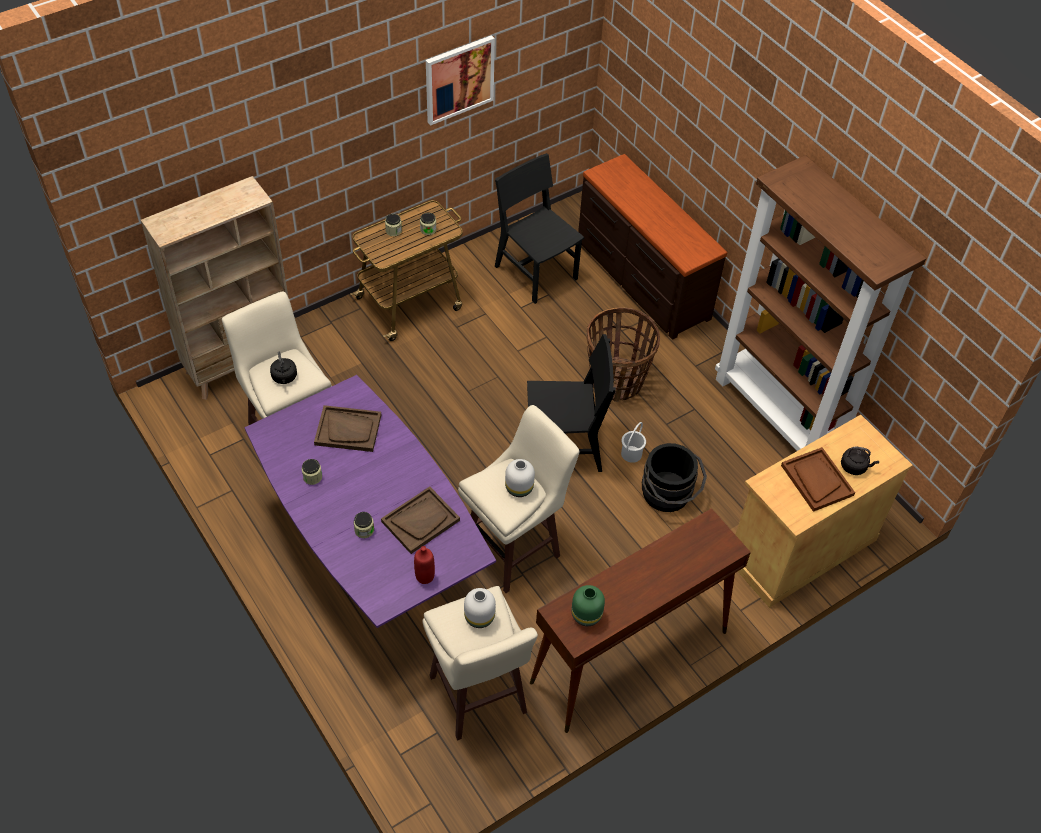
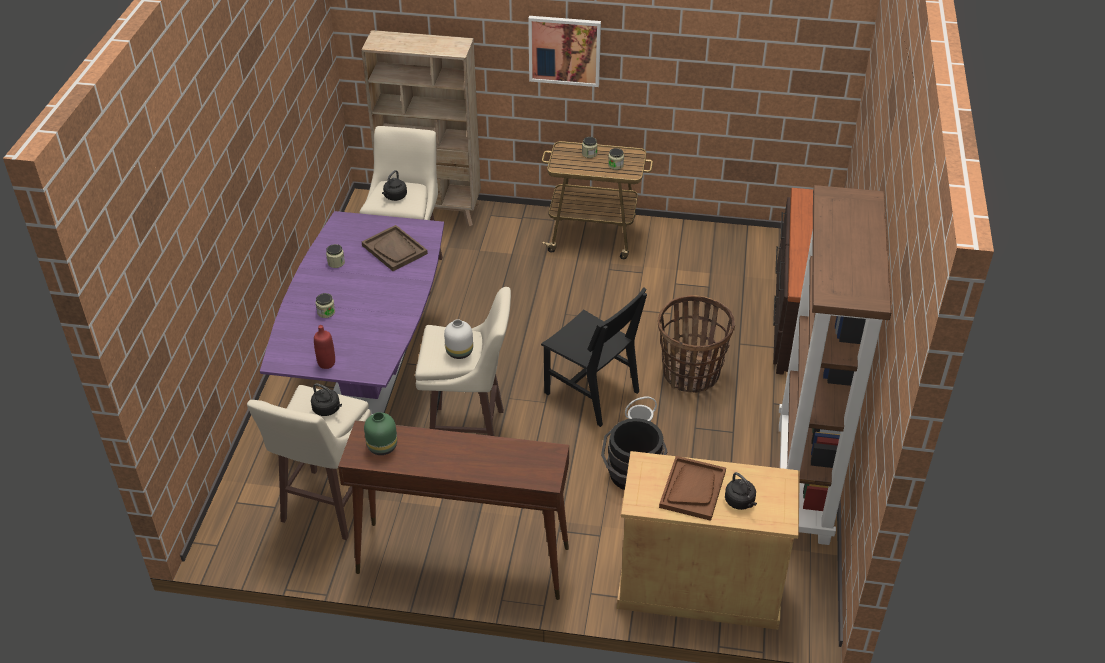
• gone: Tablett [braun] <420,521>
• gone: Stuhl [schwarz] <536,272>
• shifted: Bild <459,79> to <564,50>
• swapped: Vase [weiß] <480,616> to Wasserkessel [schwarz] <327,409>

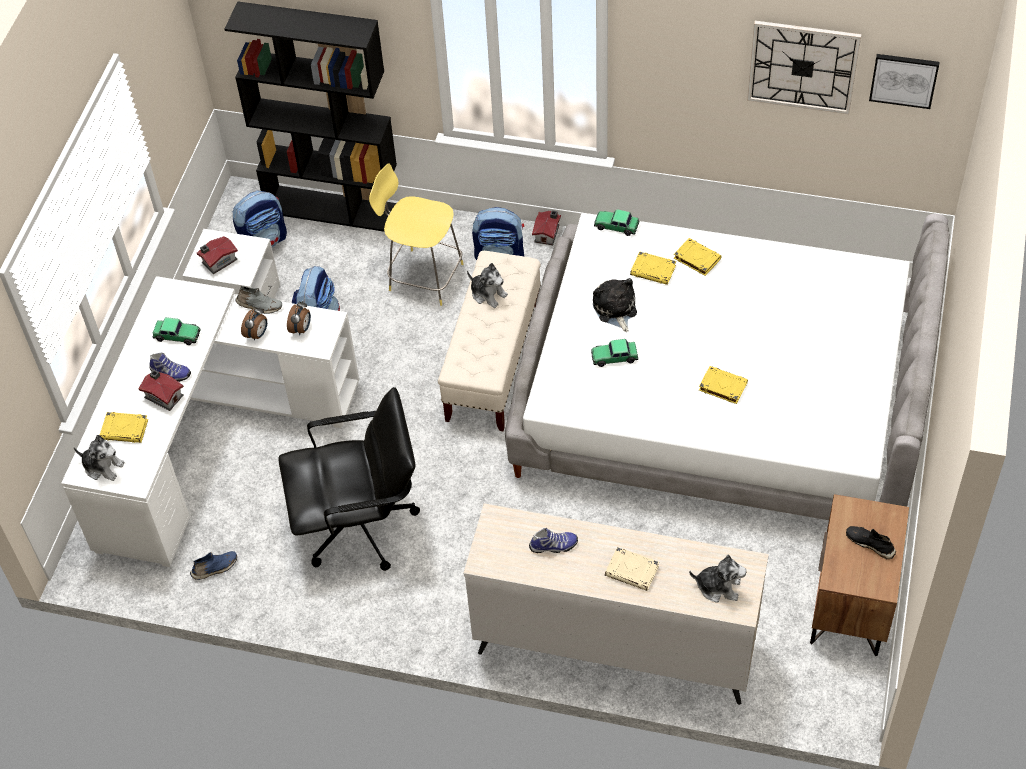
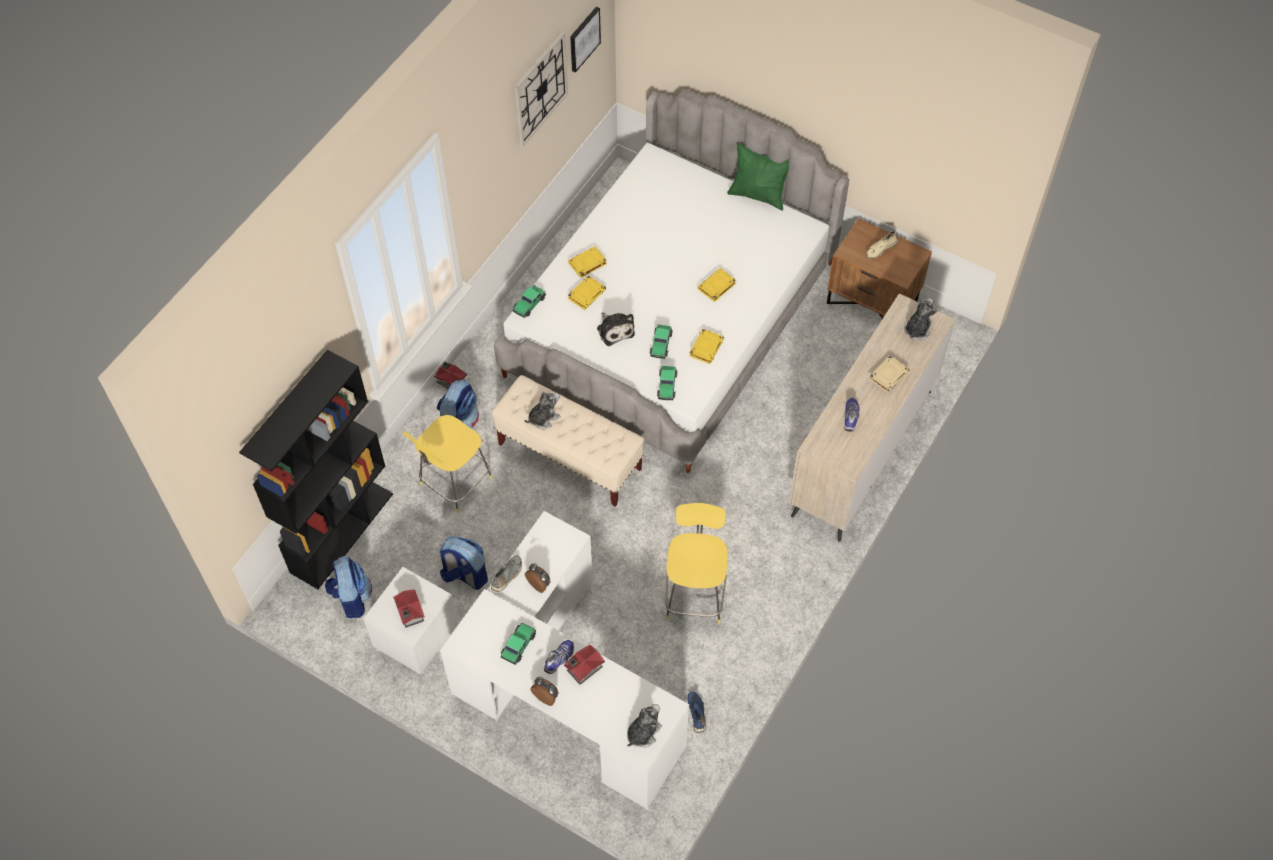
• new: Spielzeugauto <667,385>
• new: Kissen [grün] <758,195>
• shifted: Buch [gelb] <125,429> to <706,347>
• shifted: Wecker <301,329> to <546,696>
• swapped: Bürostuhl [schwarz] <360,526> to Hocker [gelb] <695,594>
• repainted: Schuh [schwarz] <870,543> to Schuh [beige] <881,248>
• rotated: Plüschtier <615,309> = <615,330> 120 degrees counterclockwise

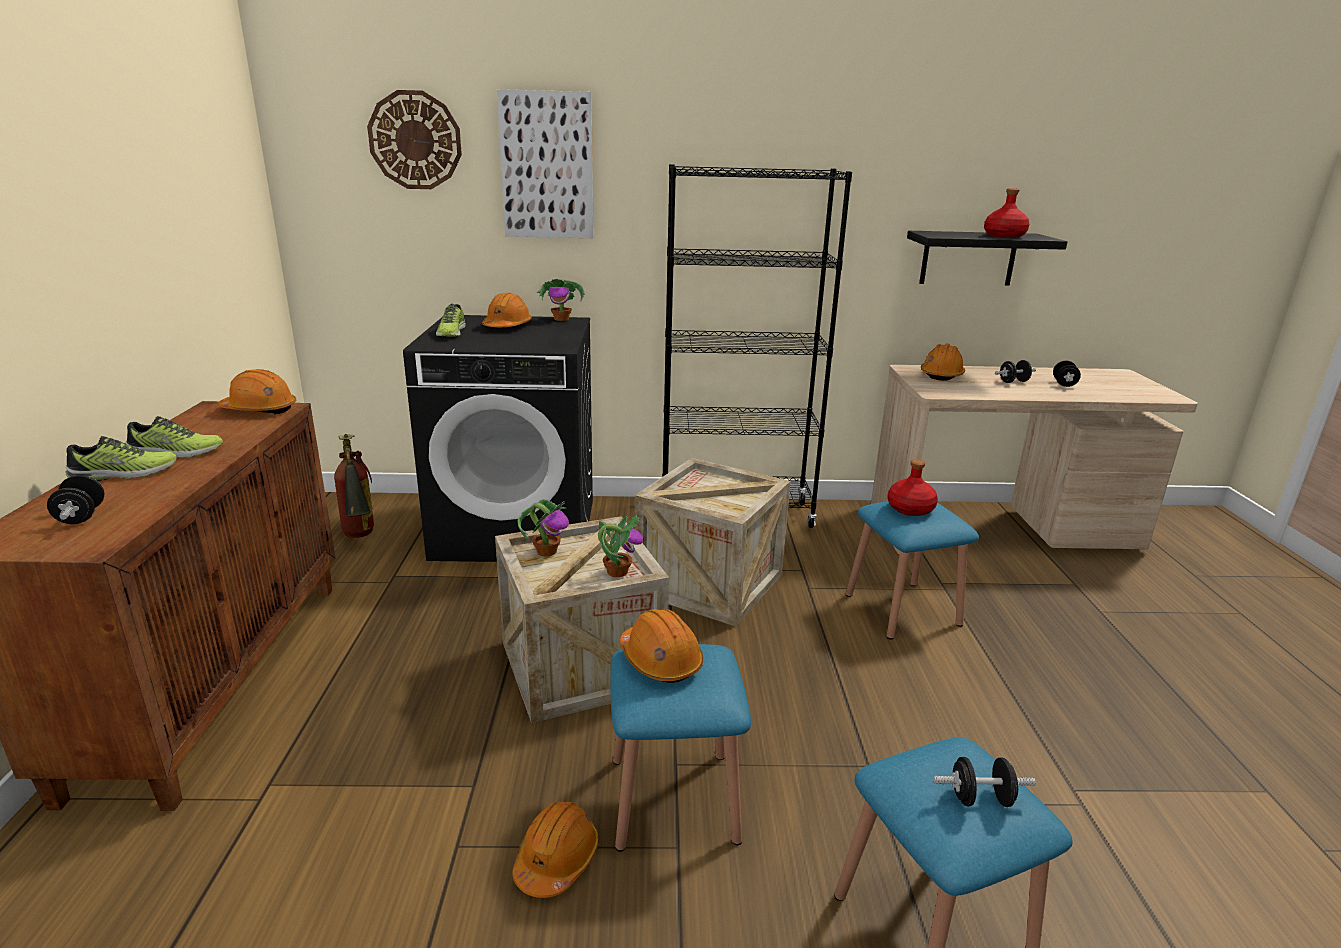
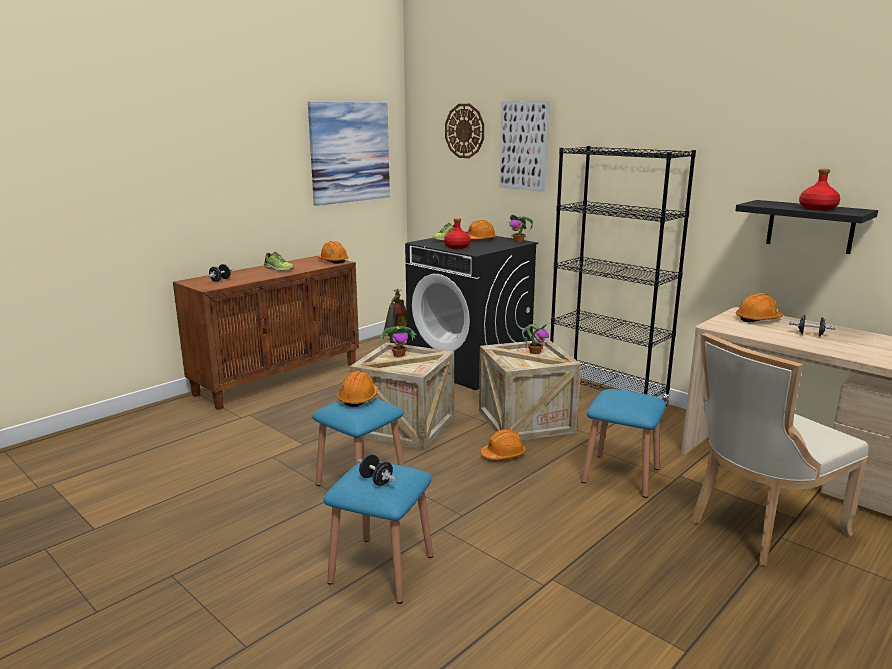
• gone: Schuh <124,474>
• gone: Hantel [schwarz] <1064,384>
• new: Bild <350,152>
• new: Stuhl [beige] <760,527>
• shifted: Schutzhelm [orange] <557,859> to <503,455>
• shifted: Topfpflanze <617,571> to <535,352>
• shifted: Flasche [rot] <911,509> to <457,247>

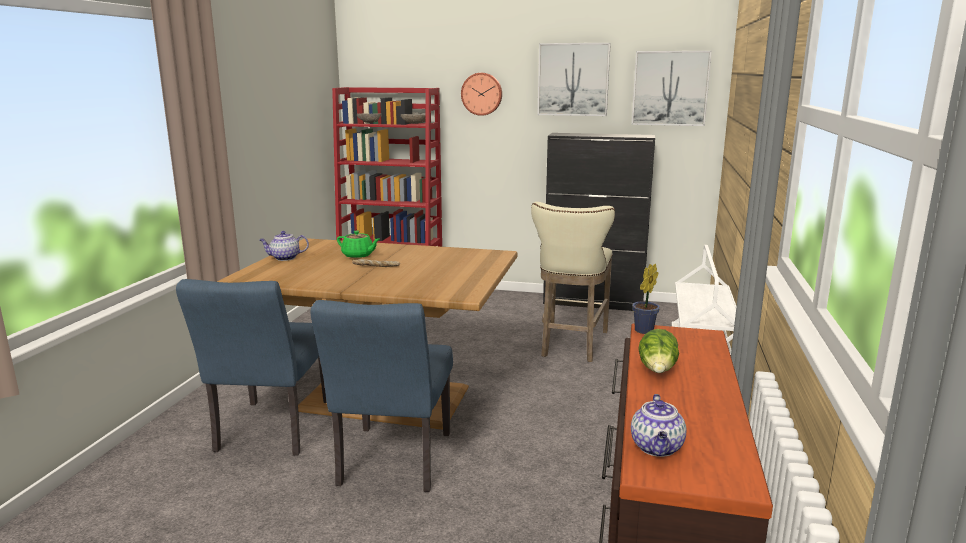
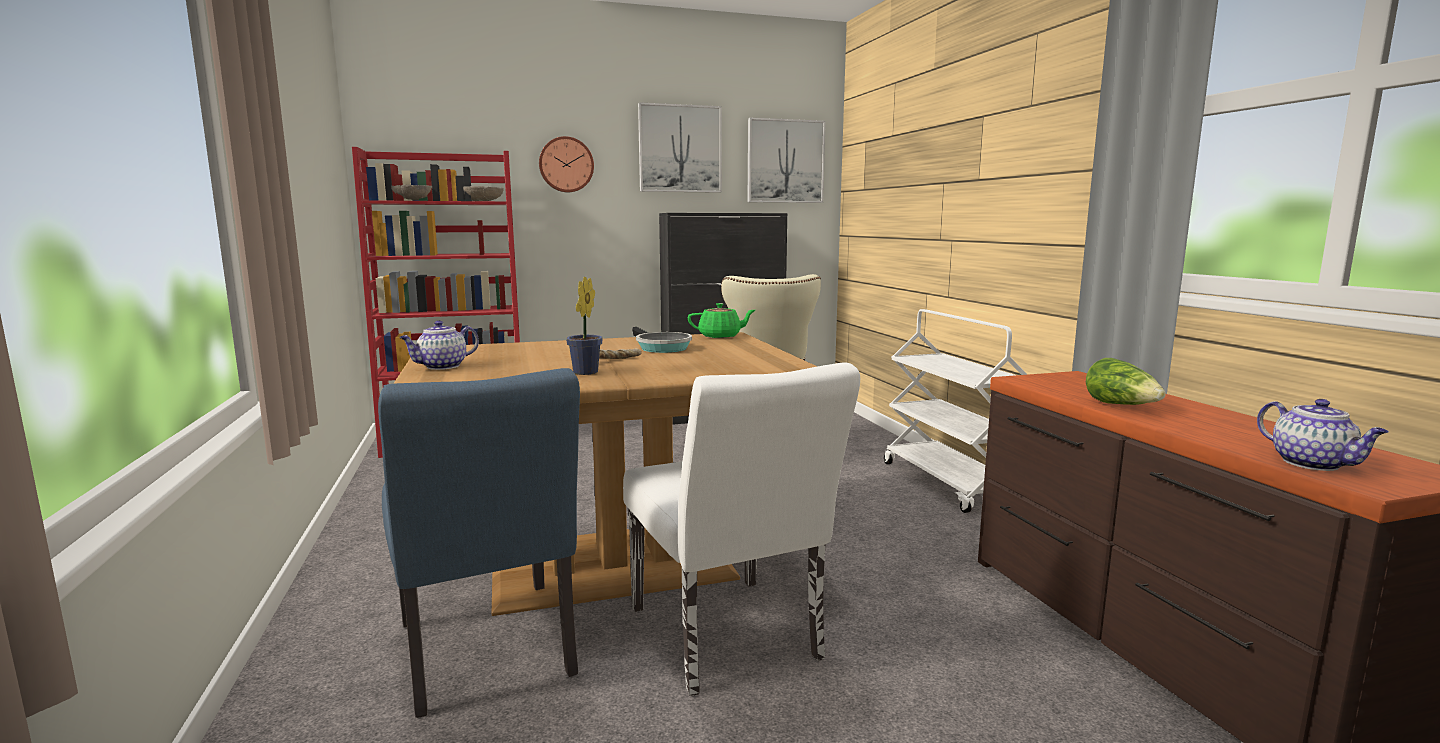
• new: Pfanne <661,347>
• shifted: Teekanne [grün] <358,255> to <721,336>
• shifted: Topfpflanze <642,331> to <584,373>
• repainted: Stuhl [blau] <392,464> to Stuhl [weiß] <730,641>

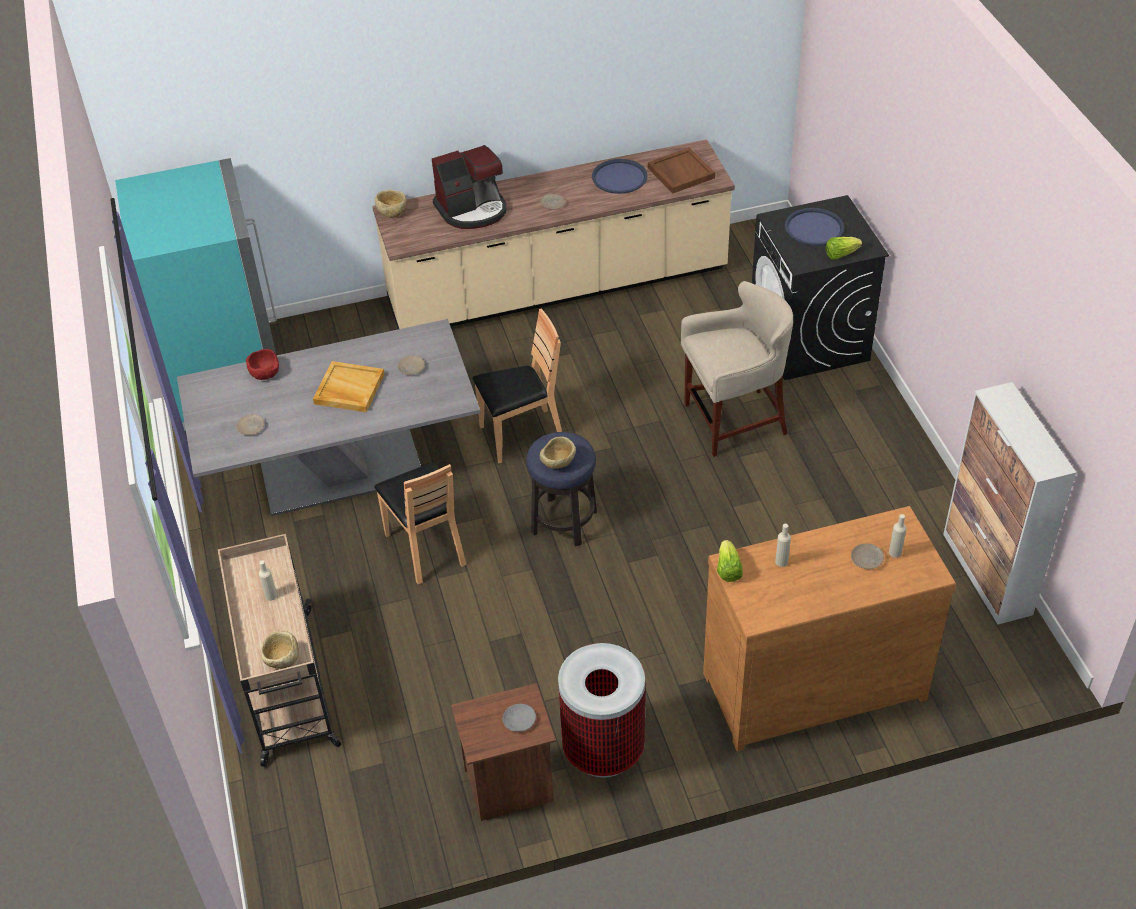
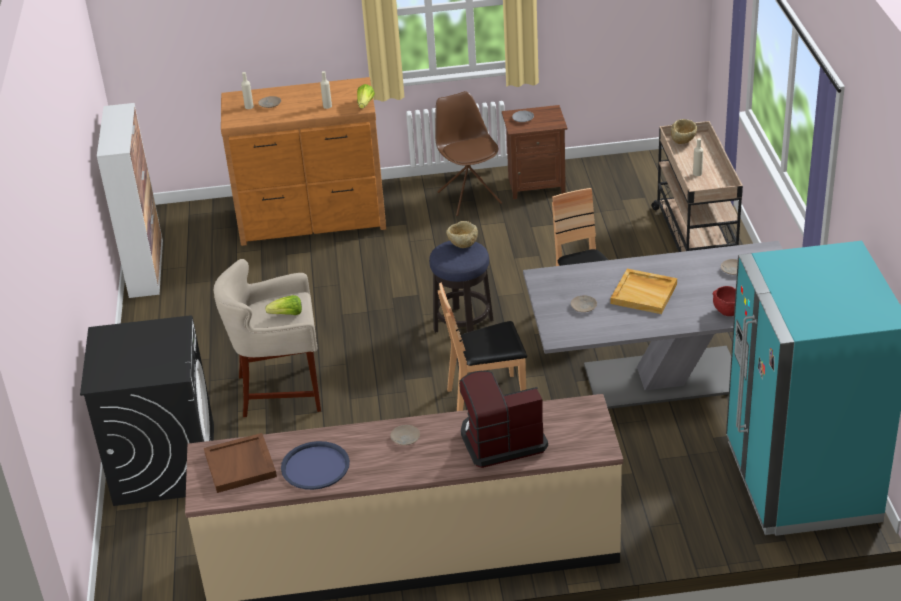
• gone: Schüssel [beige] <392,213>
• gone: Tablett [blau] <814,228>
• shifted: Salatkopf <840,254> to <287,314>
• swapped: Mülleimer <603,749> to Stuhl [braun] <469,197>

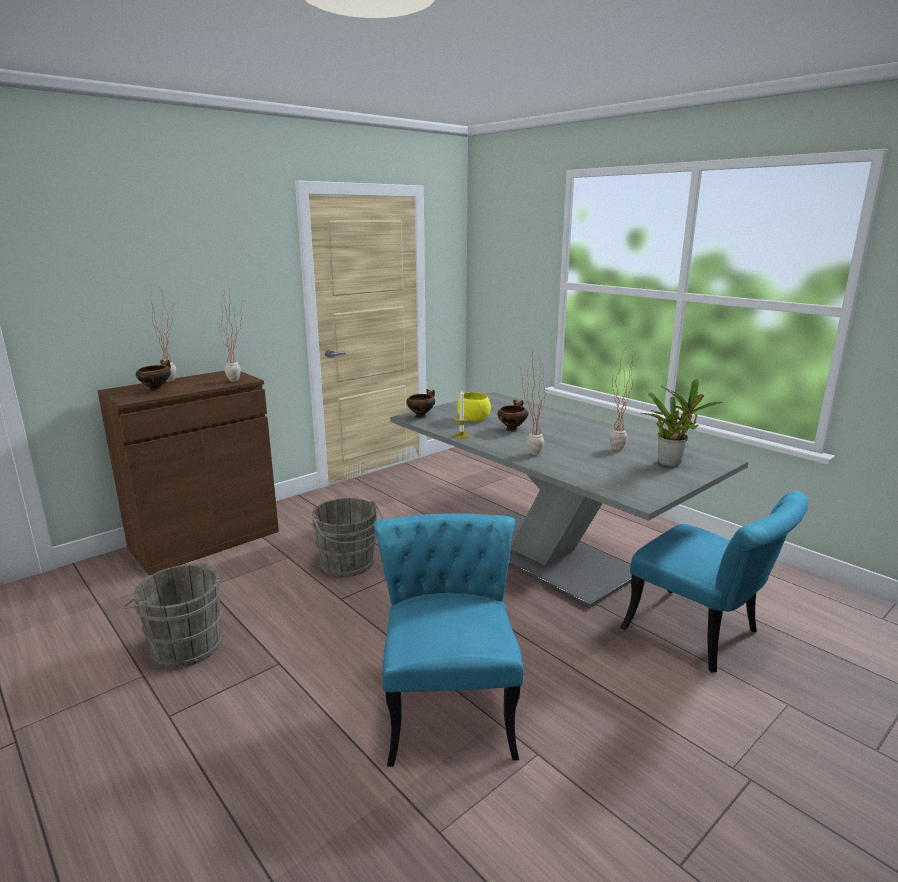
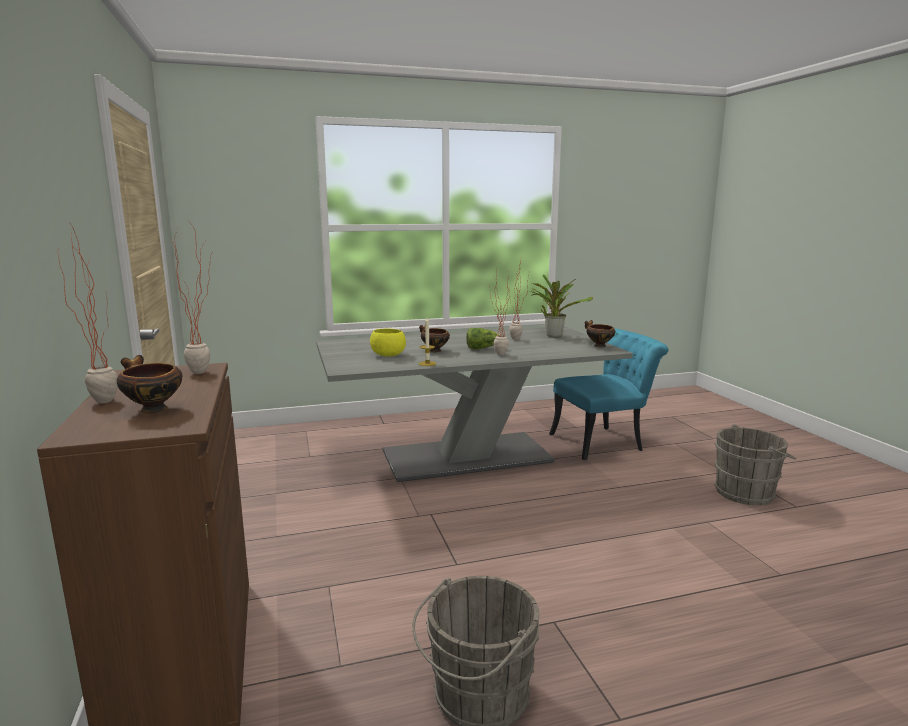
• gone: Stuhl [türkis] <449,704>
• new: Salatkopf <482,348>
• shifted: Eimer [grau] <348,565> to <748,492>
• shifted: Schüssel <421,416> to <598,346>

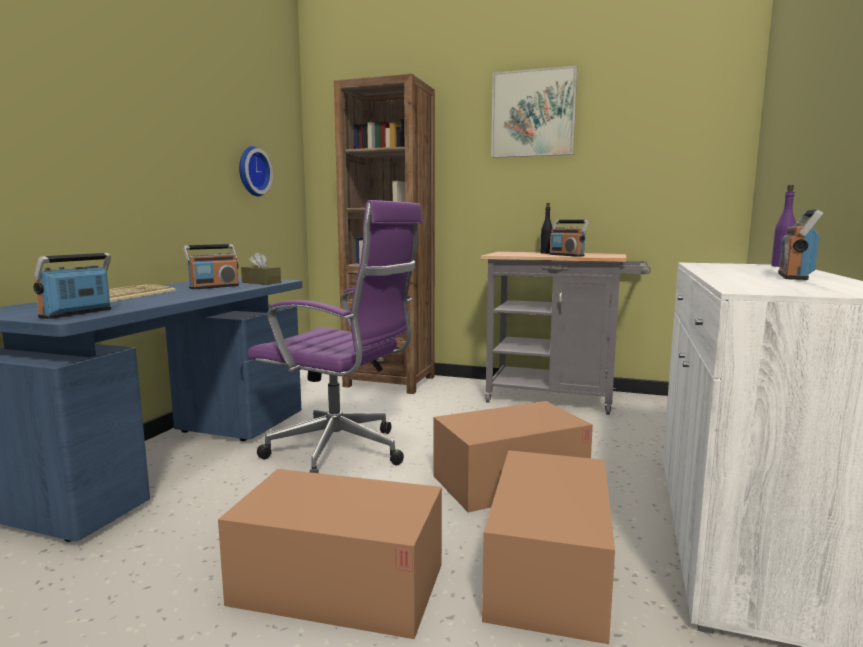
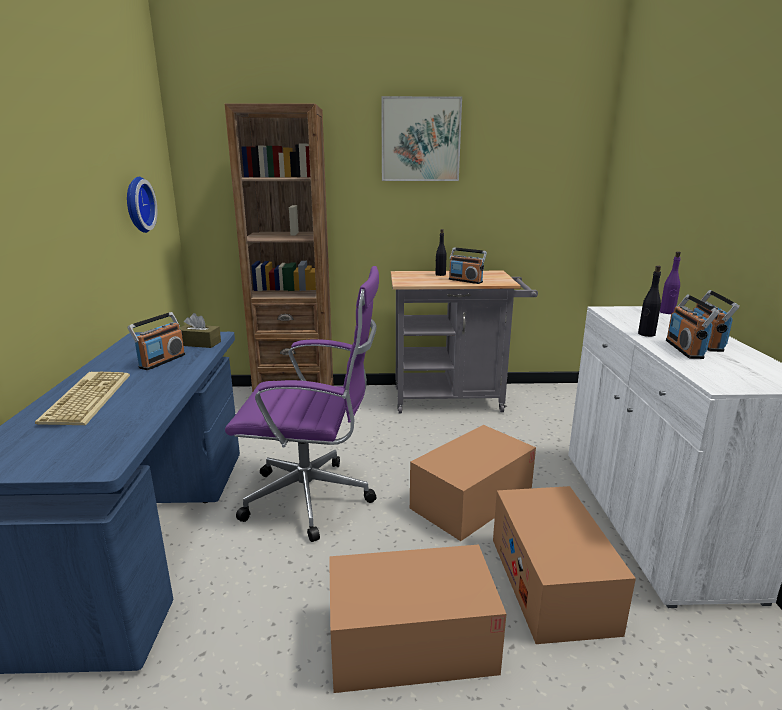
• new: Flasche [schwarz] <646,334>
• shifted: Radio <77,313> to <685,349>

